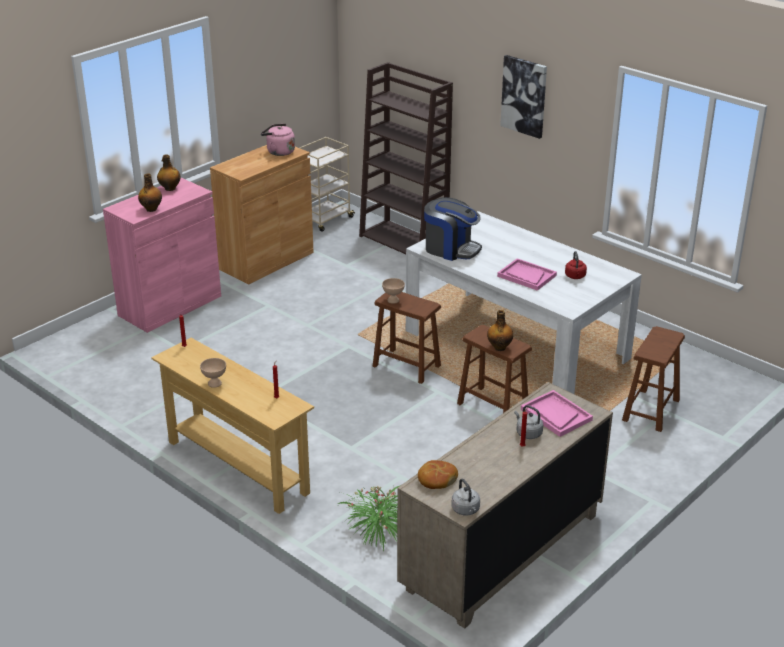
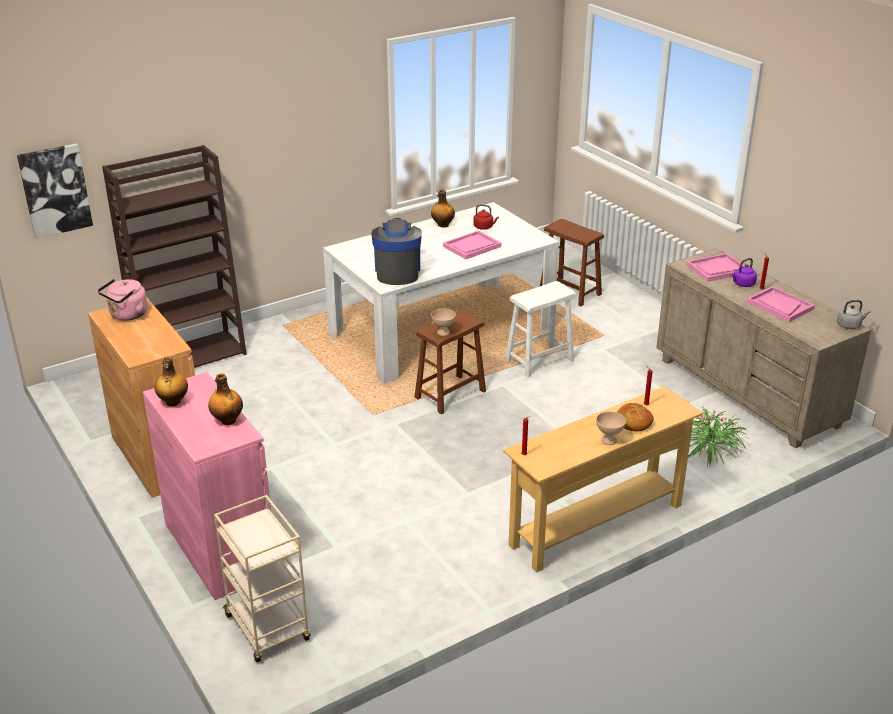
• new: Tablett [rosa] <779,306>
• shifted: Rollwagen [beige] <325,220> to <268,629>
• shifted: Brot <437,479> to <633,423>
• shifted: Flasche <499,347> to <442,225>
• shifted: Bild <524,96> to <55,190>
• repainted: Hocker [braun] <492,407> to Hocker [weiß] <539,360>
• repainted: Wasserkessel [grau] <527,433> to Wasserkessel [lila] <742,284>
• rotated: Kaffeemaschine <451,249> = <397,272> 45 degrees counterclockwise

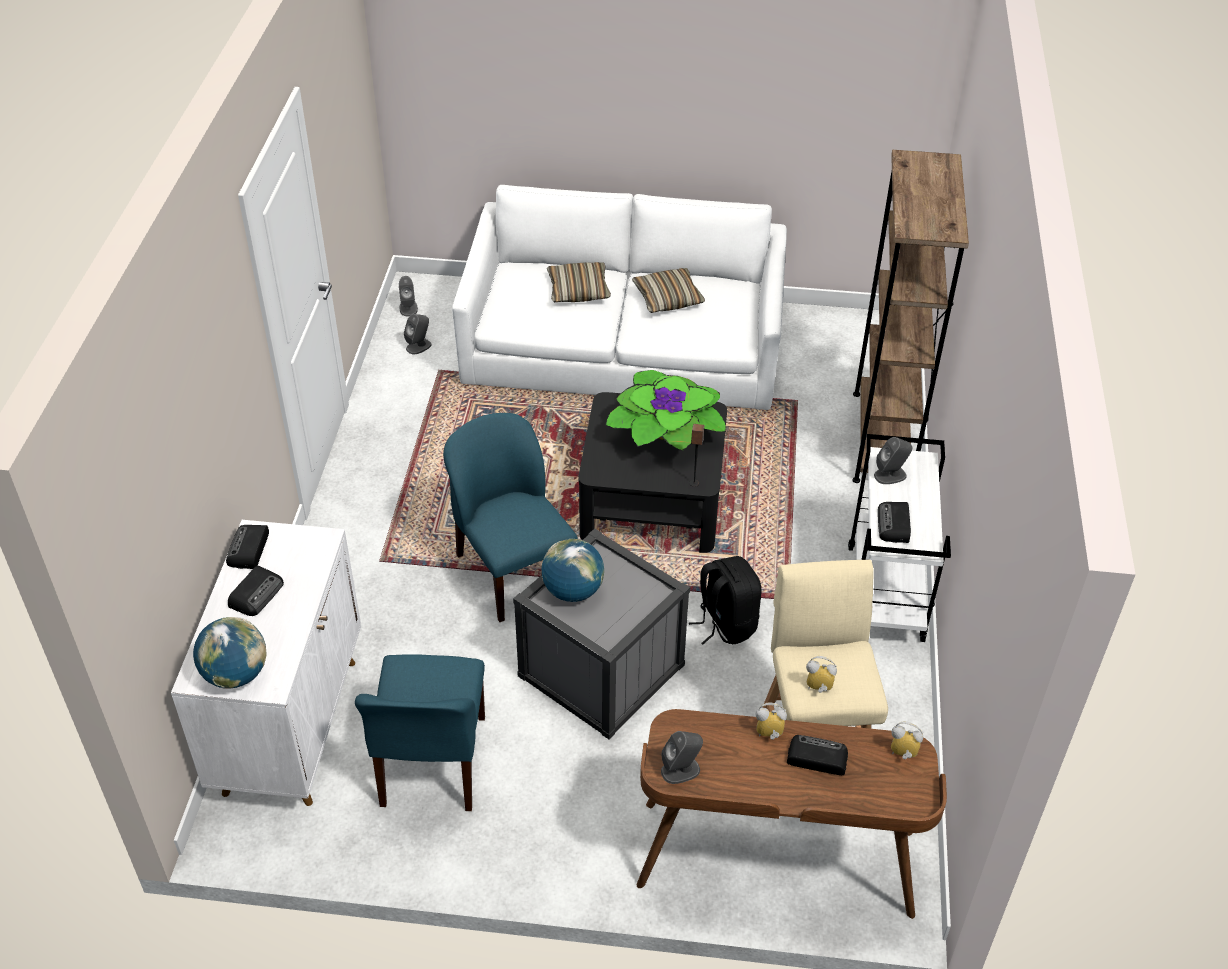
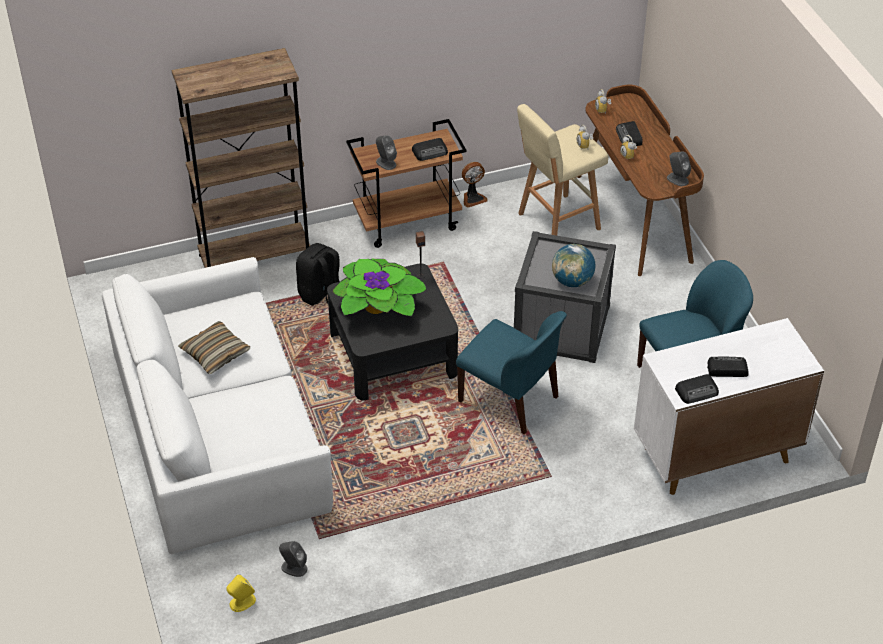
• gone: Globus <236,674>
• gone: Kissen <578,290>
• new: Ventilator <473,198>
• shifted: Rucksack [schwarz] <725,624> to <321,294>
• repainted: Lautsprecher [grau] <408,308> to Lautsprecher [gelb] <242,602>
• repainted: Rollwagen [weiß] <886,594> to Rollwagen [braun] <408,222>
• rotated: Stuhl [blau] <513,571> = <510,400> 90 degrees counterclockwise

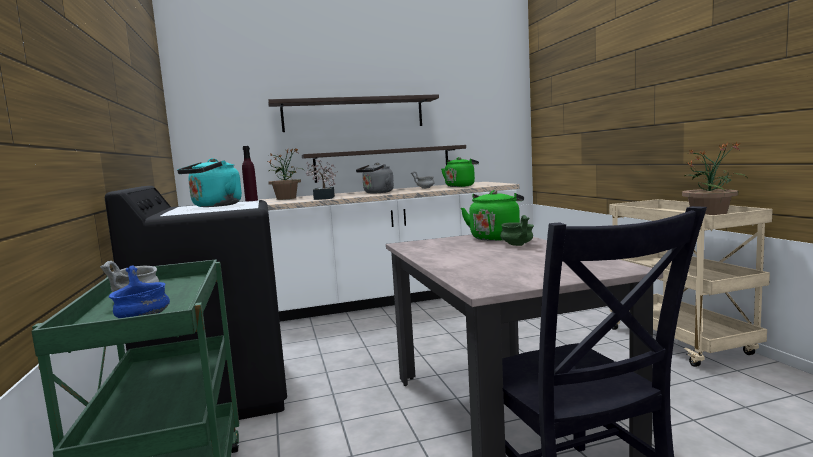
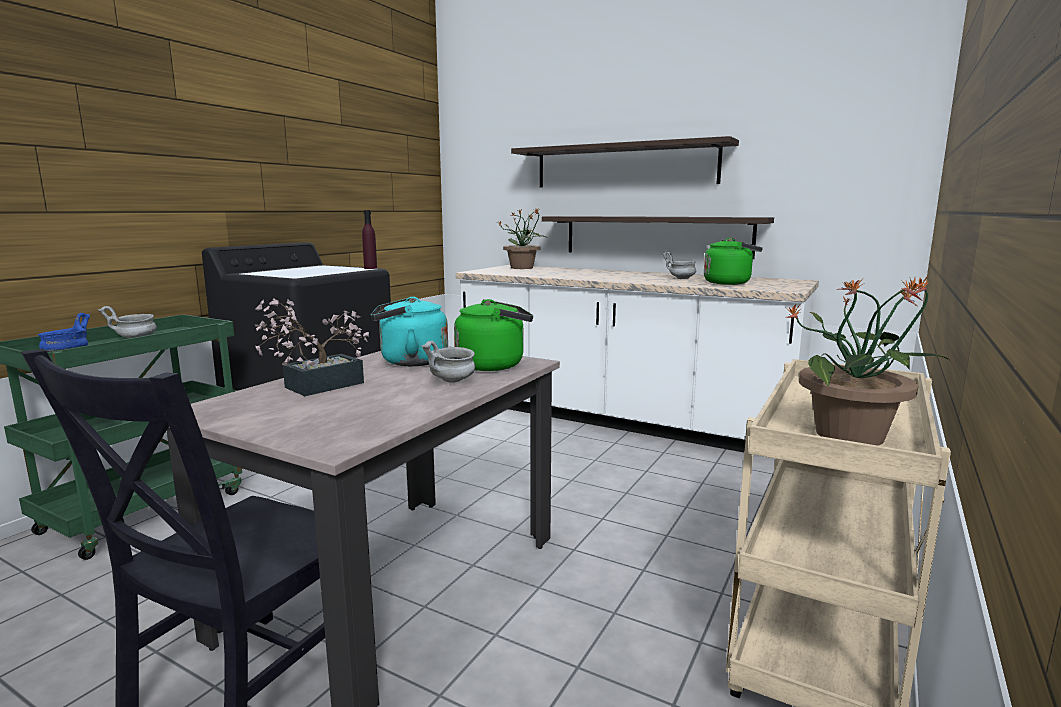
• gone: Wasserkessel [grau] <377,193>
• shifted: Wasserkessel [türkis] <214,206> to <409,362>
• shifted: Topfpflanze <323,198> to <316,387>
• repainted: Schüssel [grün] <518,245> to Schüssel [grau] <452,381>

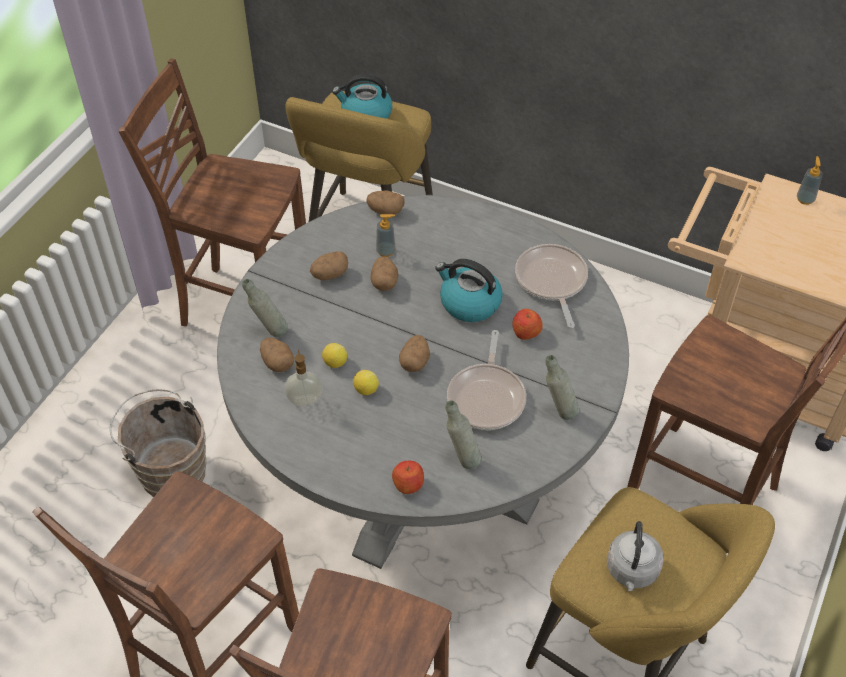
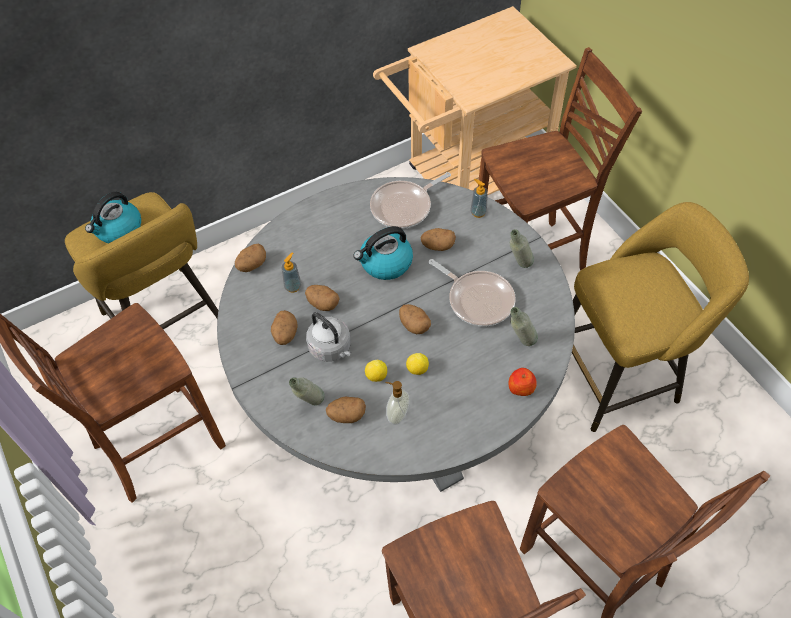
• gone: Eimer [braun] <170,469>
• shifted: Wasserkessel [grau] <632,571> to <331,348>
• shifted: Seifenspender <805,199> to <478,212>
• swapped: Apfel <526,332> to Kartoffel <437,246>
• rotated: Pfanne <551,281> = <404,207> 60 degrees counterclockwise

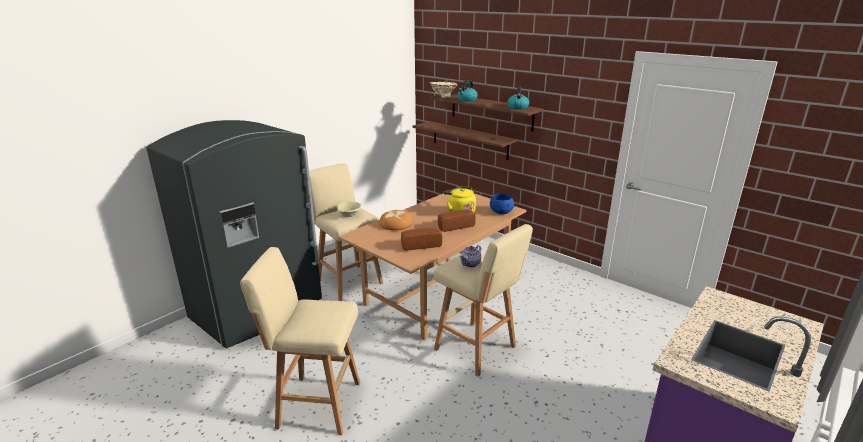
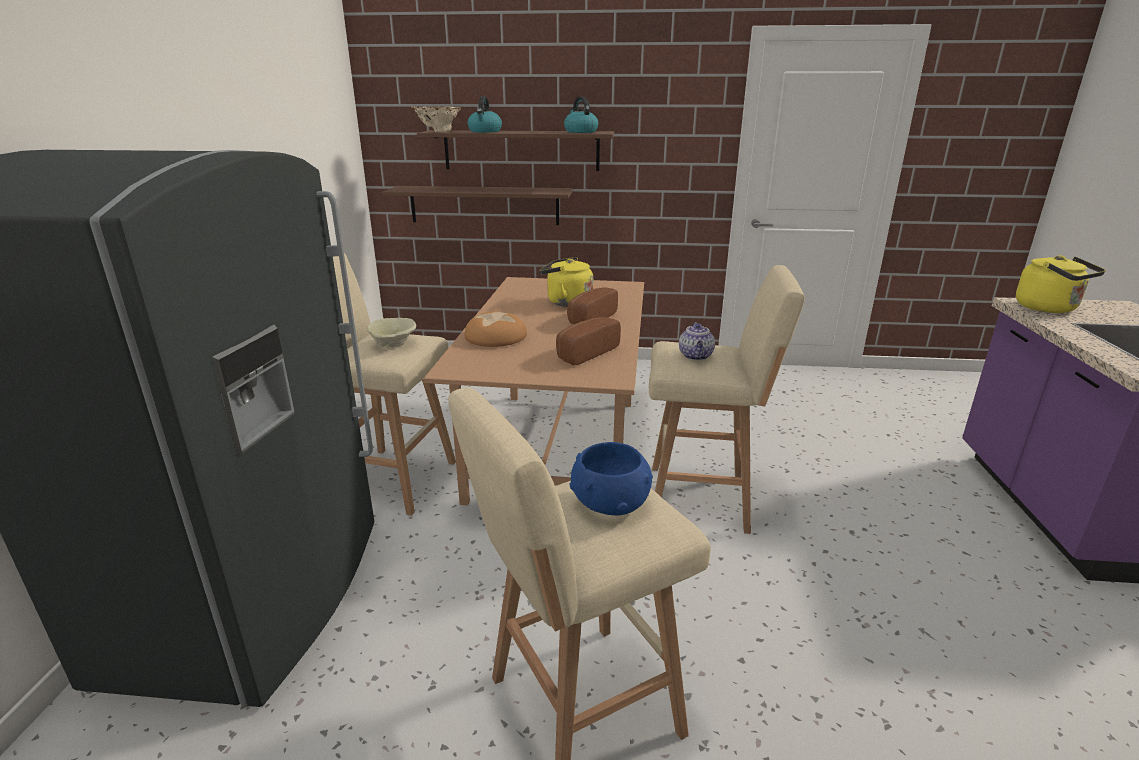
• new: Wasserkessel [gelb] <1049,308>
• shifted: Schüssel [blau] <501,212> to <610,502>

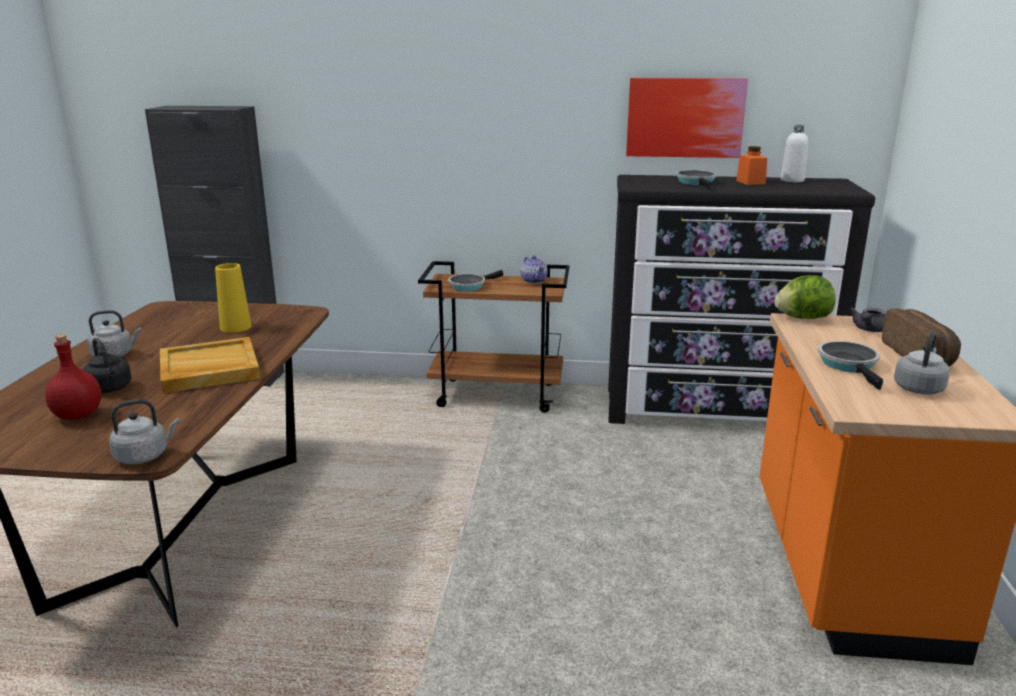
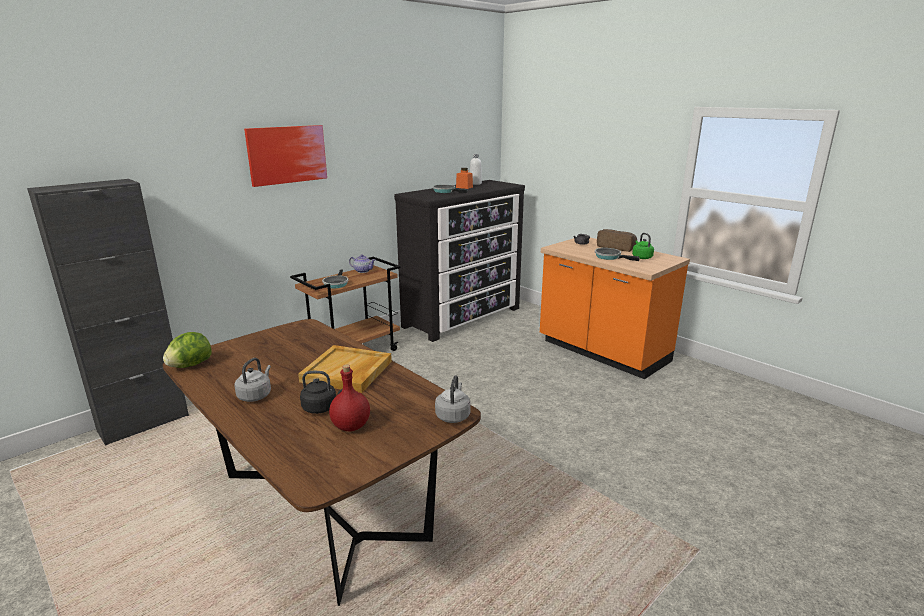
• gone: Vase [gelb] <235,327>
• shifted: Bild <685,117> to <287,154>
• shifted: Salatkopf <802,318> to <190,365>
• repainted: Wasserkessel [grau] <919,388> to Wasserkessel [grün] <641,257>

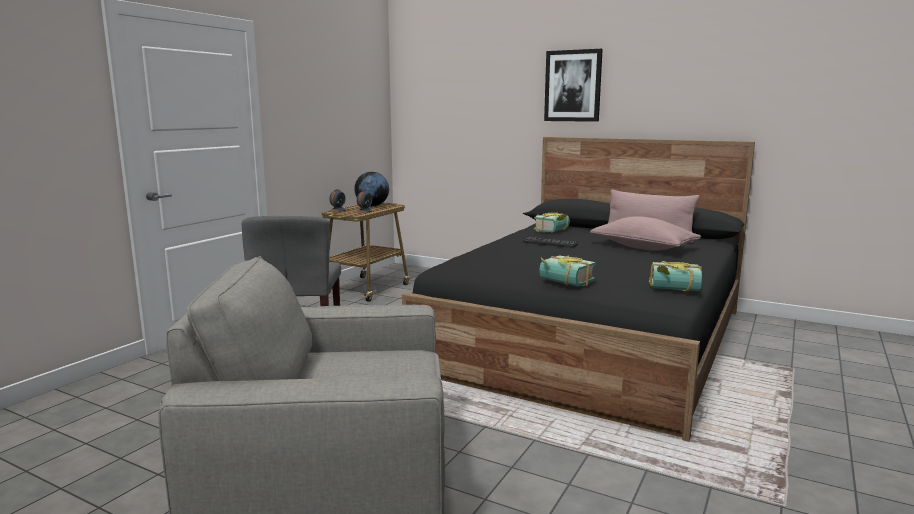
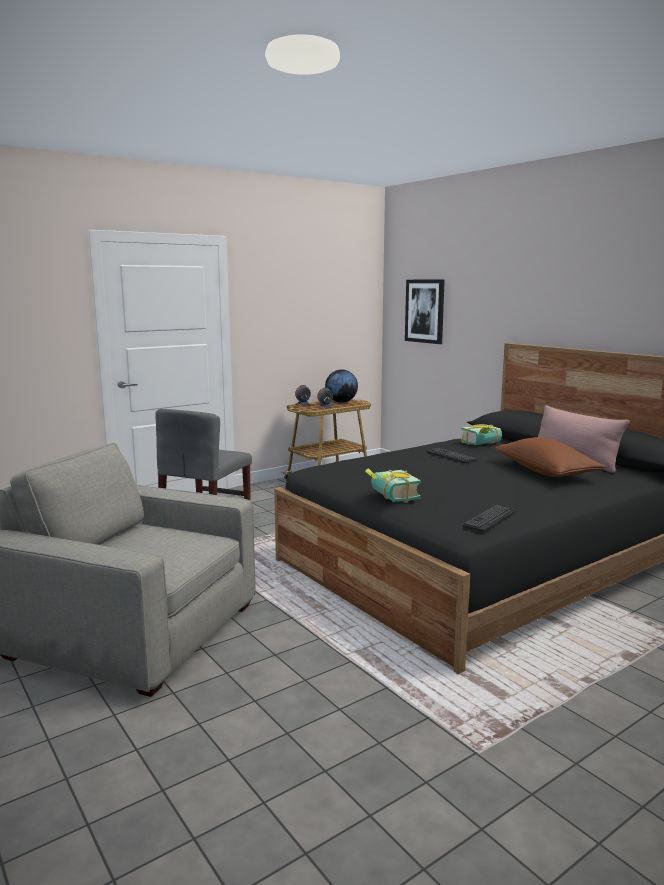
• shifted: Bild <573,86> to <425,311>
• swapped: Buch <674,290> to Tastatur <489,519>
• repainted: Kissen [rosa] <643,248> to Kissen [braun] <545,472>

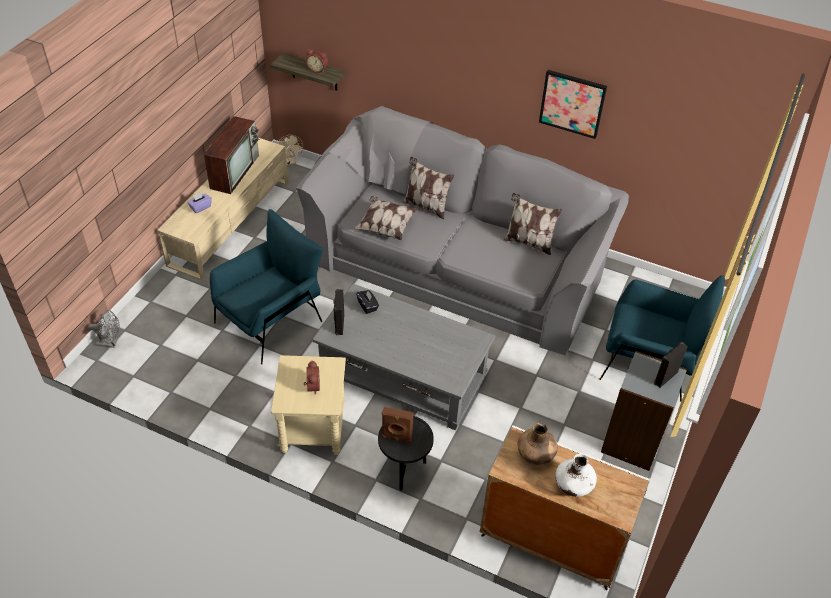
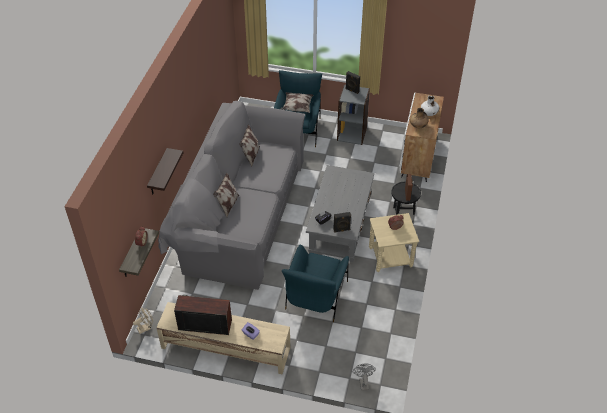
• gone: Bild <572,103>
• new: Wandregal <158,173>
• shifted: Kissen <386,226> to <297,108>
• rotated: Sessel [blau] <271,320> = <316,297> 105 degrees counterclockwise

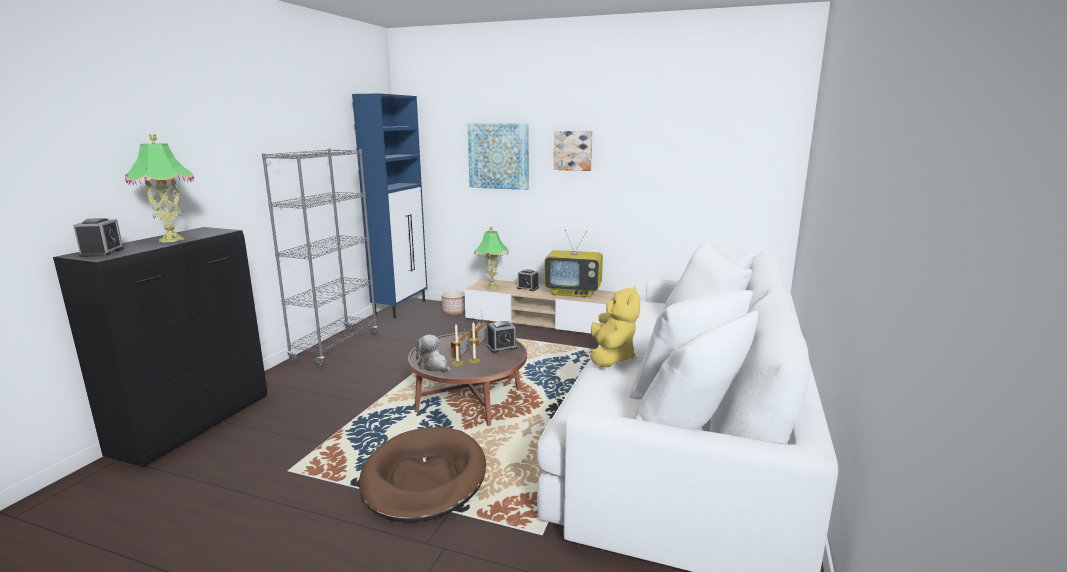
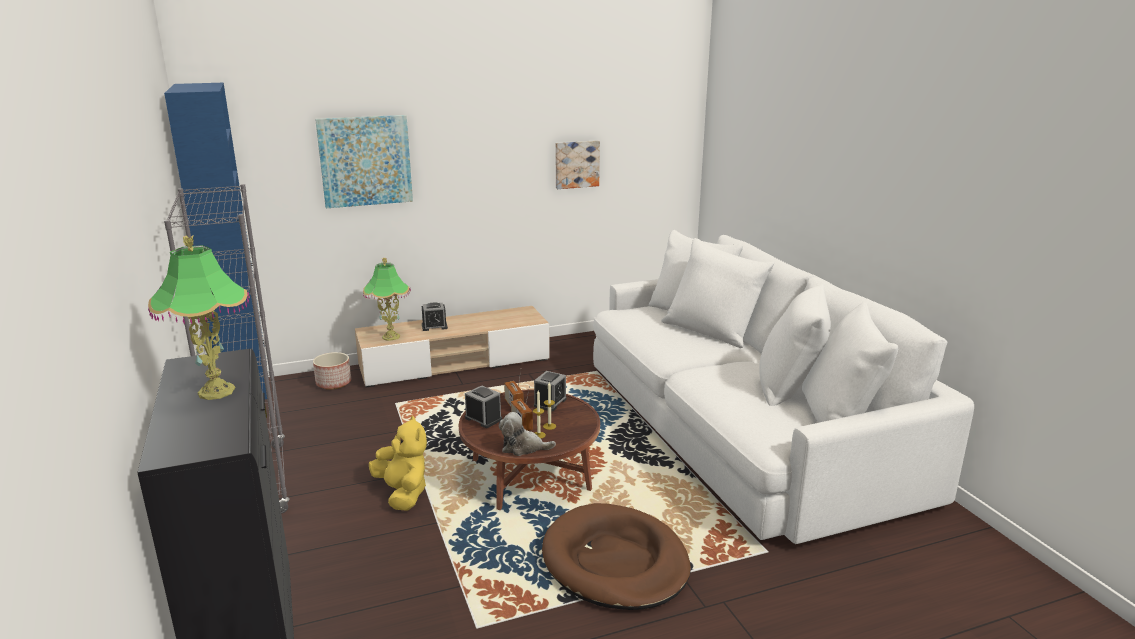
• gone: Fernseher <574,292>
• shifted: Wecker <102,252> to <483,419>
• shifted: Bild <573,150> to <576,164>
• shifted: Plüschtier [gelb] <611,357> to <403,493>

